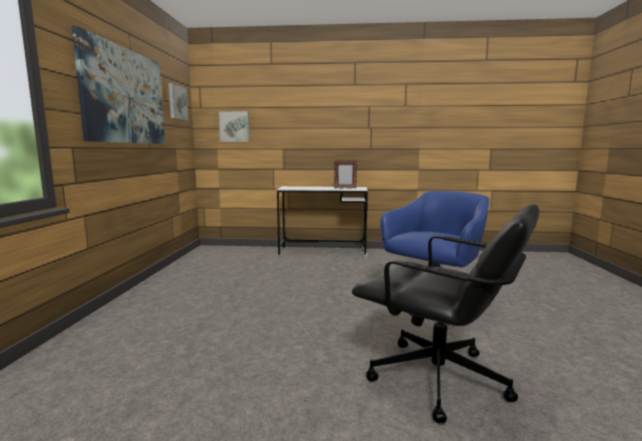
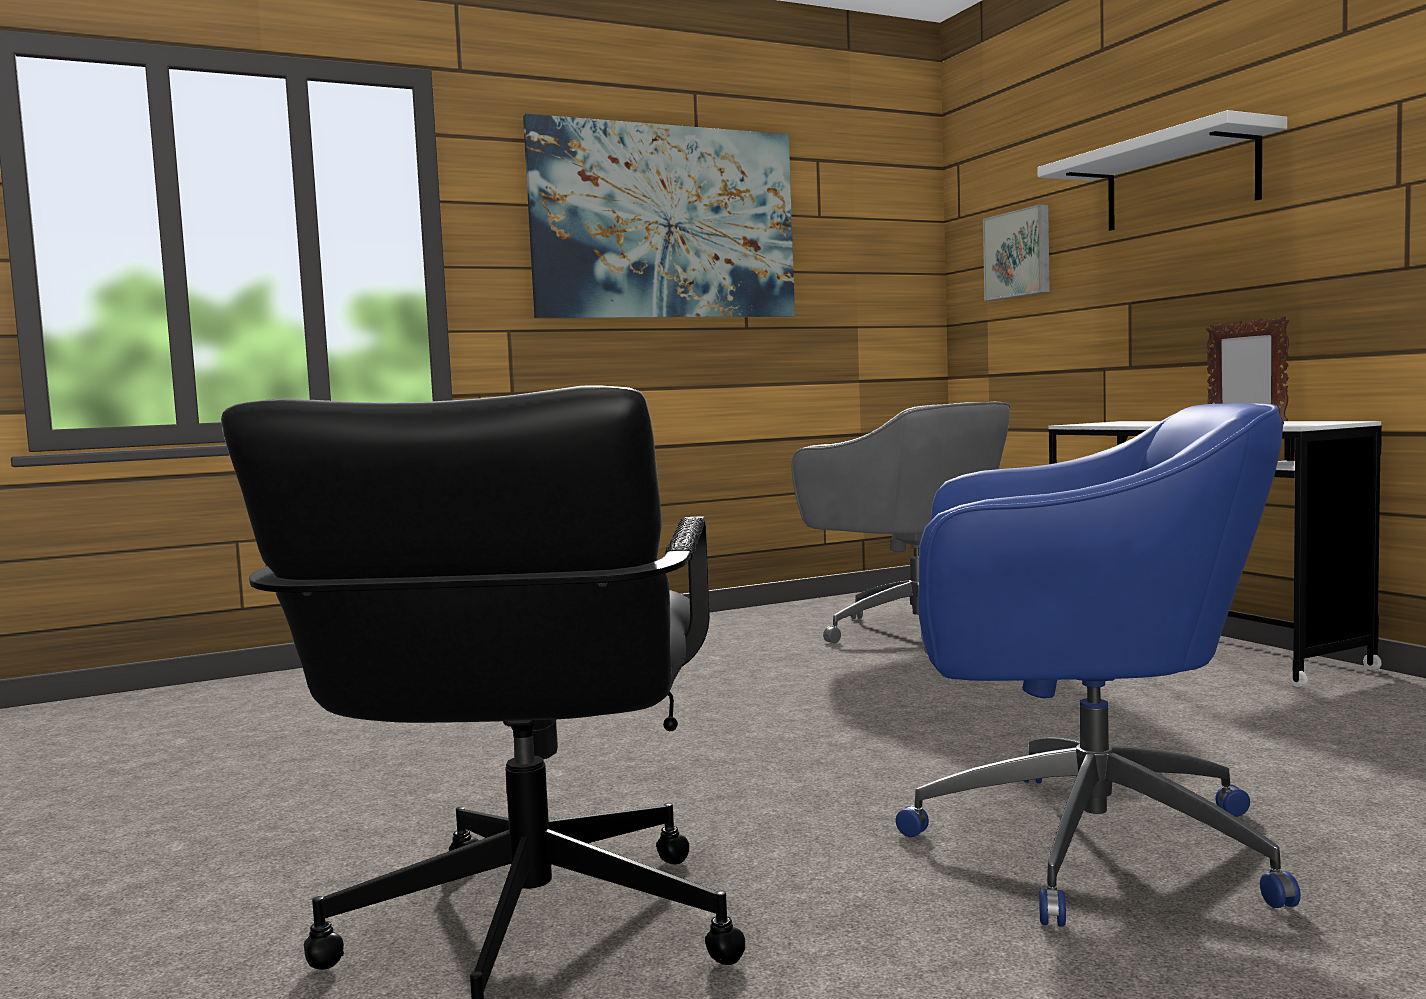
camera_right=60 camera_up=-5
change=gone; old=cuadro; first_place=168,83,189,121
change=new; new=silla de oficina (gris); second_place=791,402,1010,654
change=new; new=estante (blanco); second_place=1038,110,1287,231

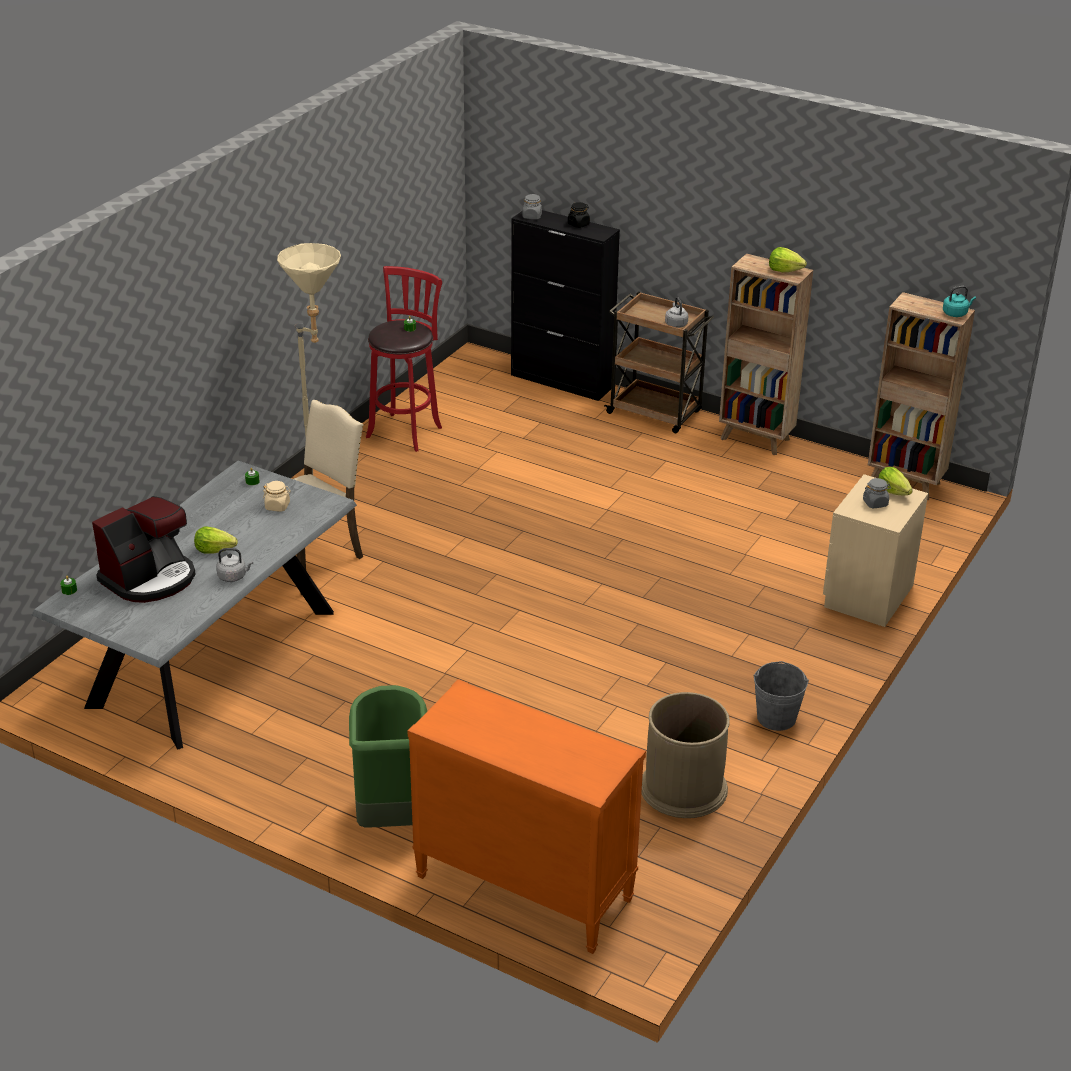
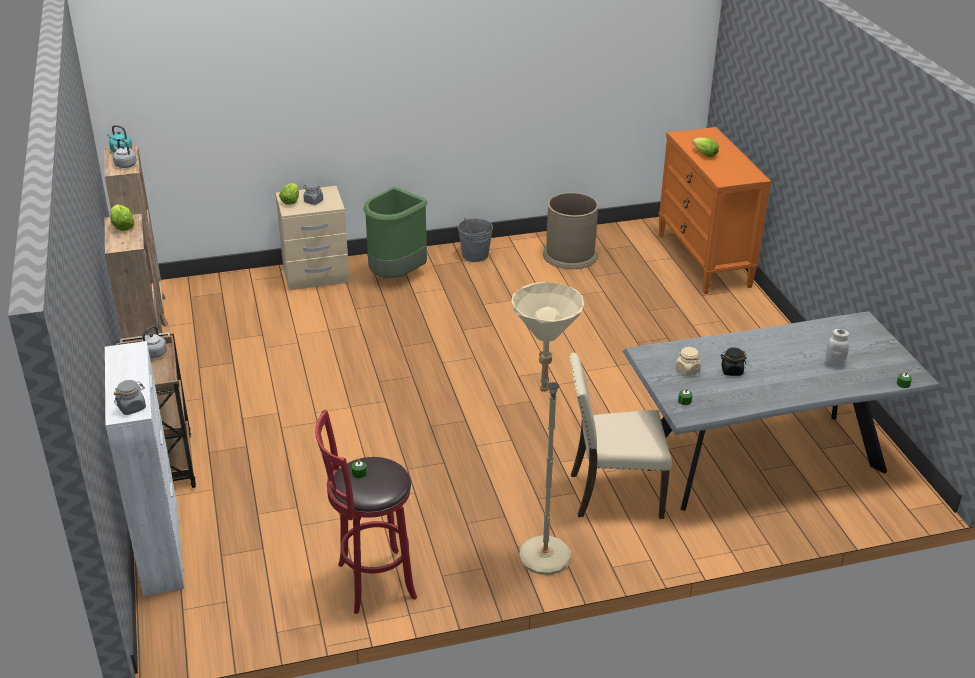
camera_right=-135 camera_up=0
change=swapped; old=cafetera; new=tarro (blanco); first_place=92,496,195,603; second_place=826,329,849,367
change=shifted; old=lechuga; first_place=194,527,238,554; second_place=692,137,719,157
change=shifted; old=hervidor (gris); first_place=216,548,253,582; second_place=113,139,137,168
change=shifted; old=papelera (verde); first_place=349,685,427,828; second_place=363,187,428,278
change=repainted; old=armario (negro); new=armario (blanco); first_place=511,210,620,401; second_place=105,341,184,596
change=shifted; old=tarro (negro); first_place=568,202,590,228; second_place=721,347,747,376

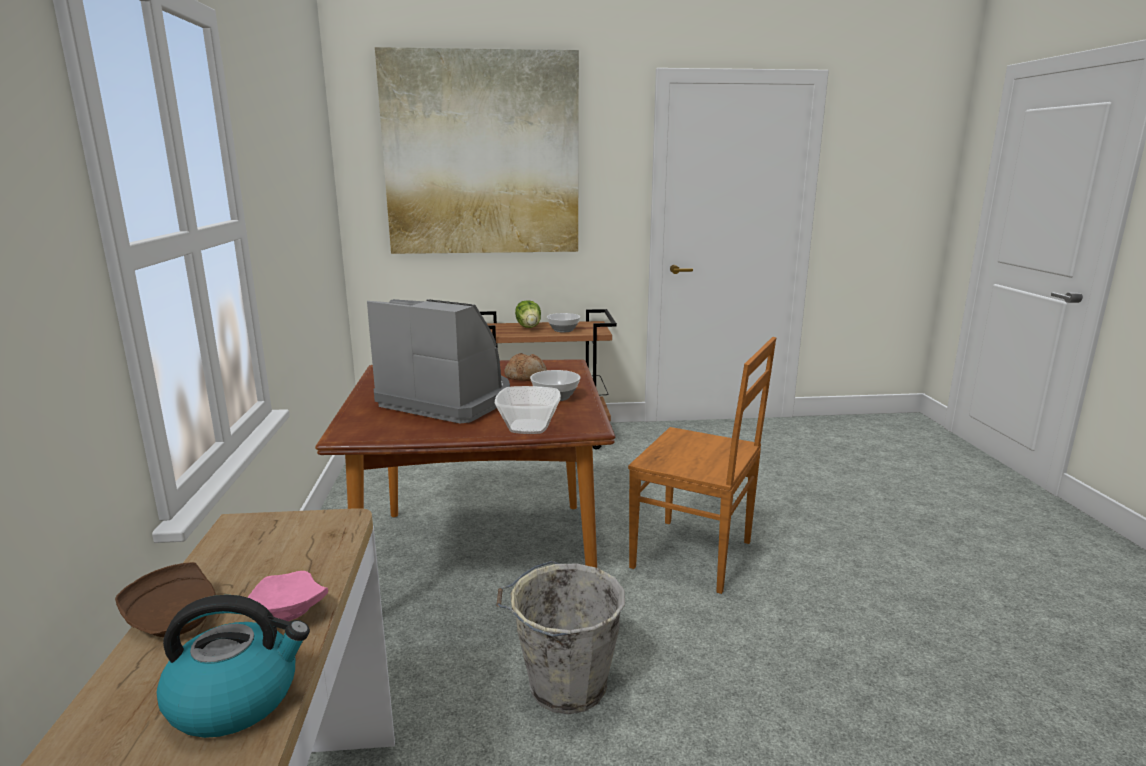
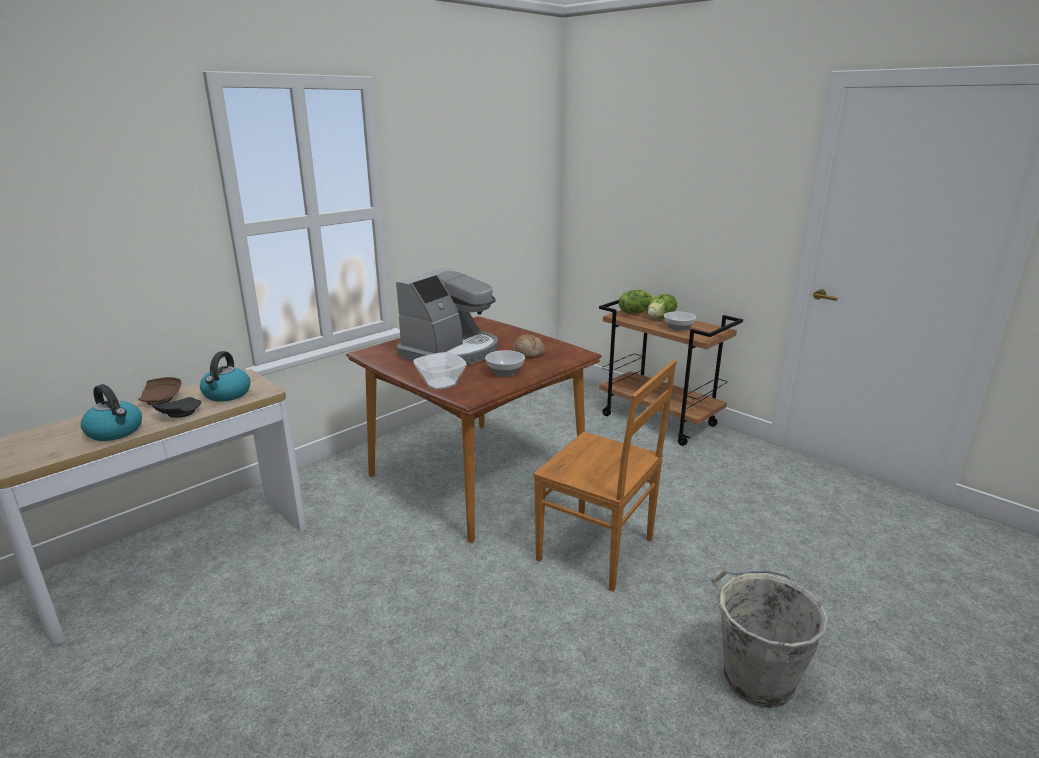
camera_right=50 camera_up=5
change=repainted; old=plato (rosa); new=plato (negro); first_place=247,571,328,621; second_place=151,397,202,418
change=rotated; old=cafetera; first_place=367,299,510,424; second_place=396,267,498,365; degrees=45
change=gone; old=cuadro; first_place=375,47,579,254
change=shifted; old=cubo (gris); first_place=496,561,625,714; second_place=712,571,828,708
change=rotated; old=silla (marrón); first_place=628,337,776,594; second_place=533,360,677,592; degrees=-45
change=new; new=hervidor; second_place=200,351,250,402
change=new; new=lechuga; second_place=619,290,655,314

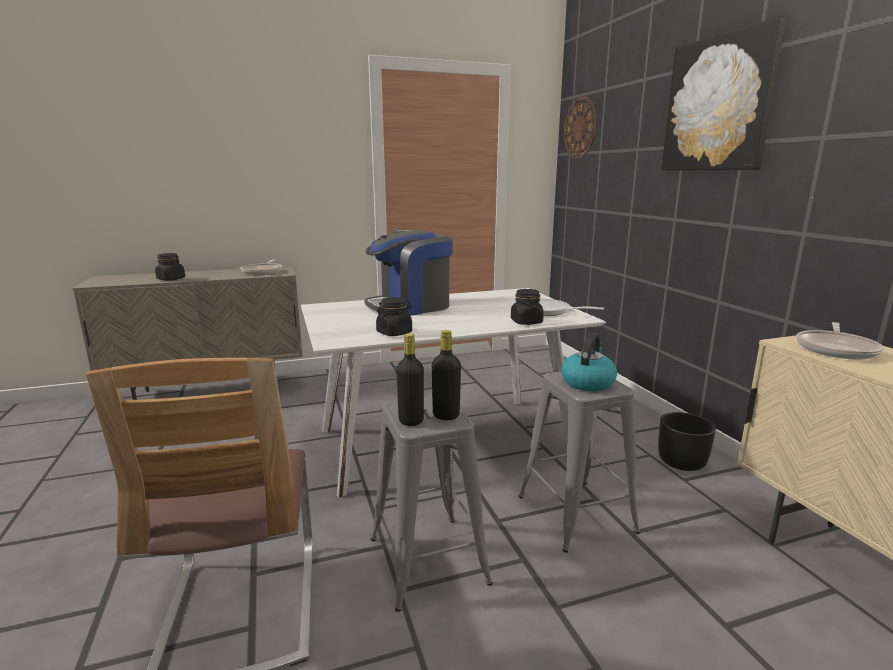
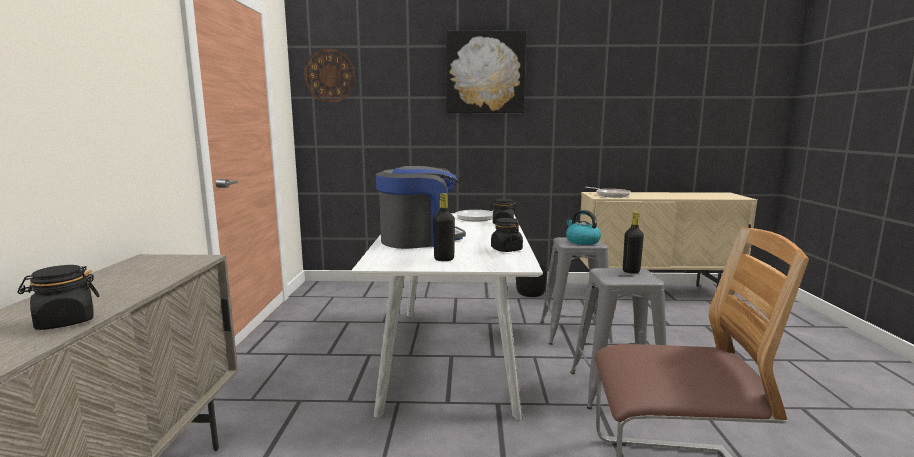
camera_right=-70 camera_up=-5
change=gone; old=sartén; first_place=241,259,282,275
change=rotated; old=cafetera; first_place=364,230,453,316; second_place=376,166,466,249; degrees=-105
change=shifted; old=botella (negro); first_place=396,333,424,426; second_place=433,193,455,261

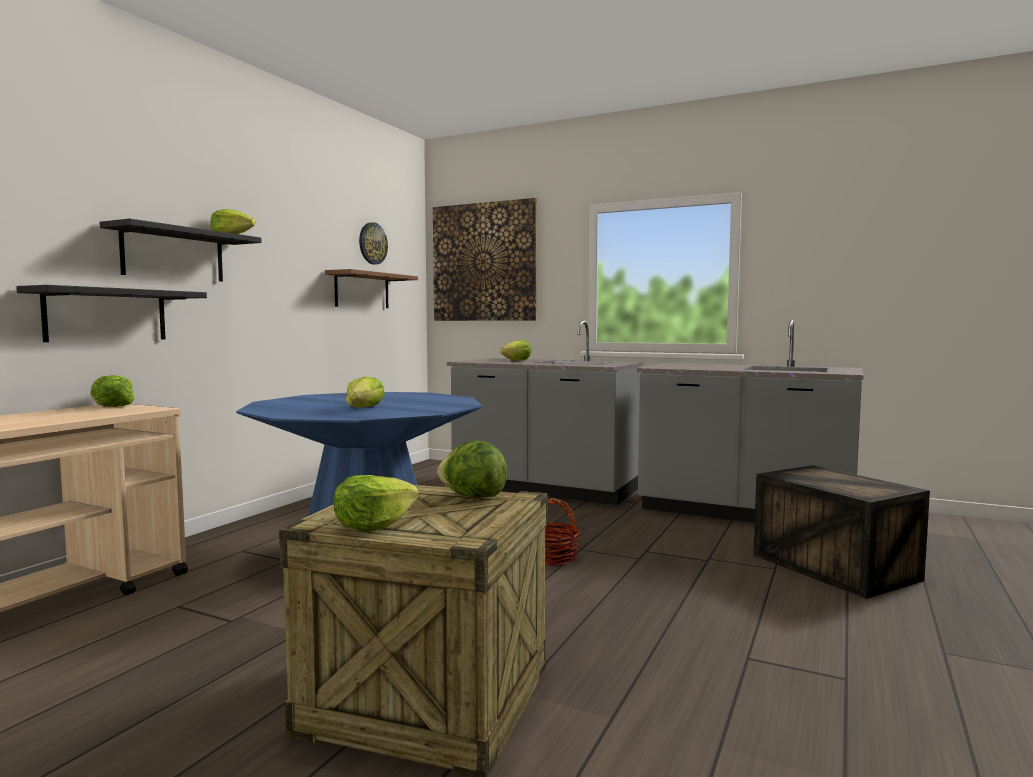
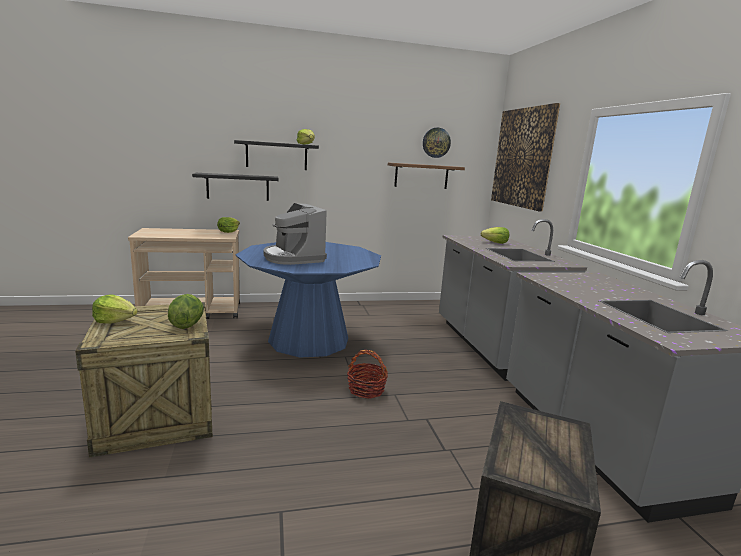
camera_right=50 camera_up=10
change=swapped; old=lechuga; new=cafetera; first_place=346,377,385,408; second_place=263,203,327,265

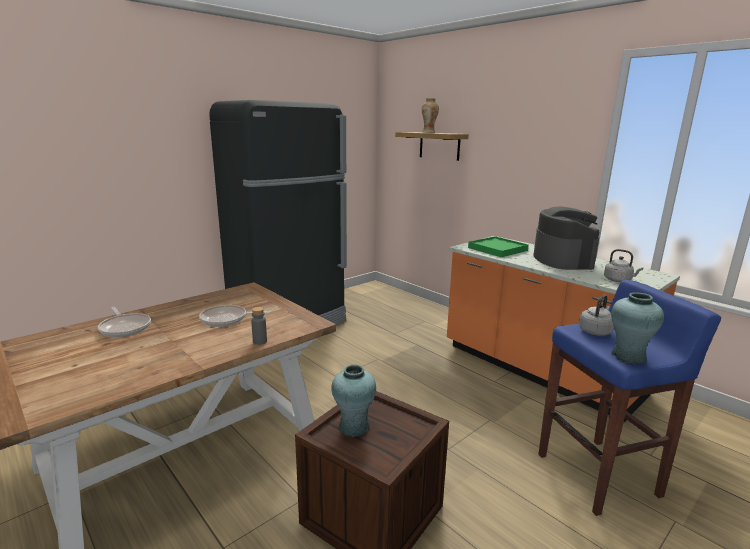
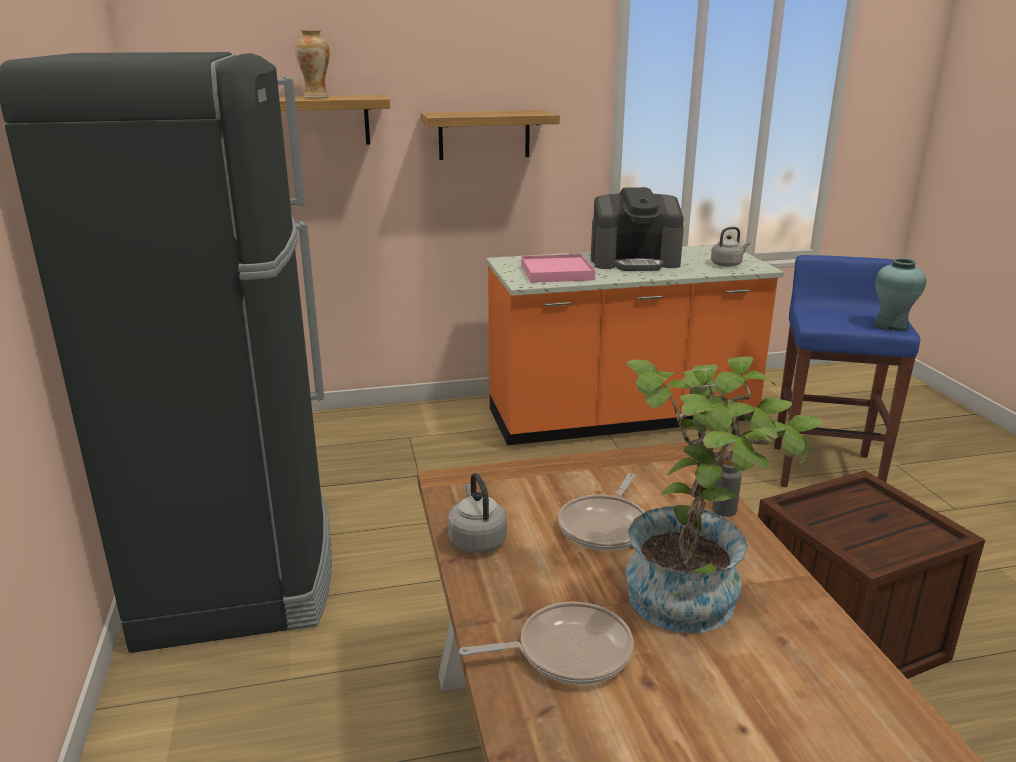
camera_right=-60 camera_up=5
change=gone; old=florero (turquesa); first_place=331,364,376,437
change=repainted; old=bandeja (verde); new=bandeja (rosa); first_place=468,236,529,257; second_place=521,254,596,283
change=rotated; old=cafetera; first_place=533,206,599,270; second_place=591,187,684,271; degrees=150
change=shifted; old=hervidor (gris); first_place=579,295,614,336; second_place=447,473,507,553
change=new; new=estante; second_place=421,110,560,160
change=new; new=planta en maceta; second_place=625,356,823,633

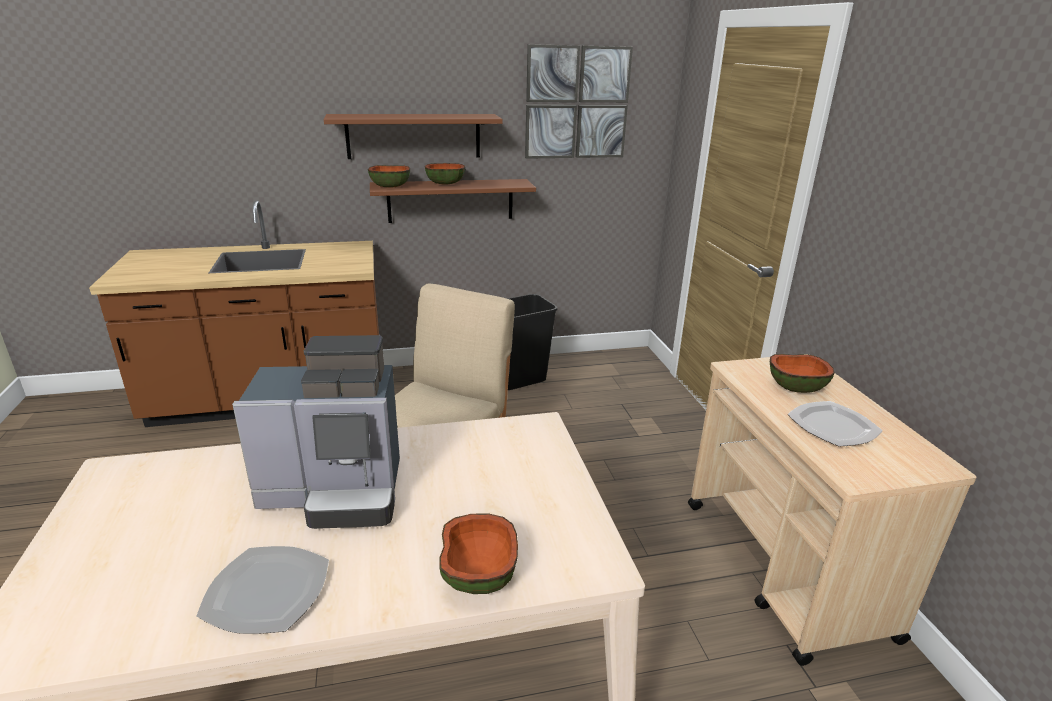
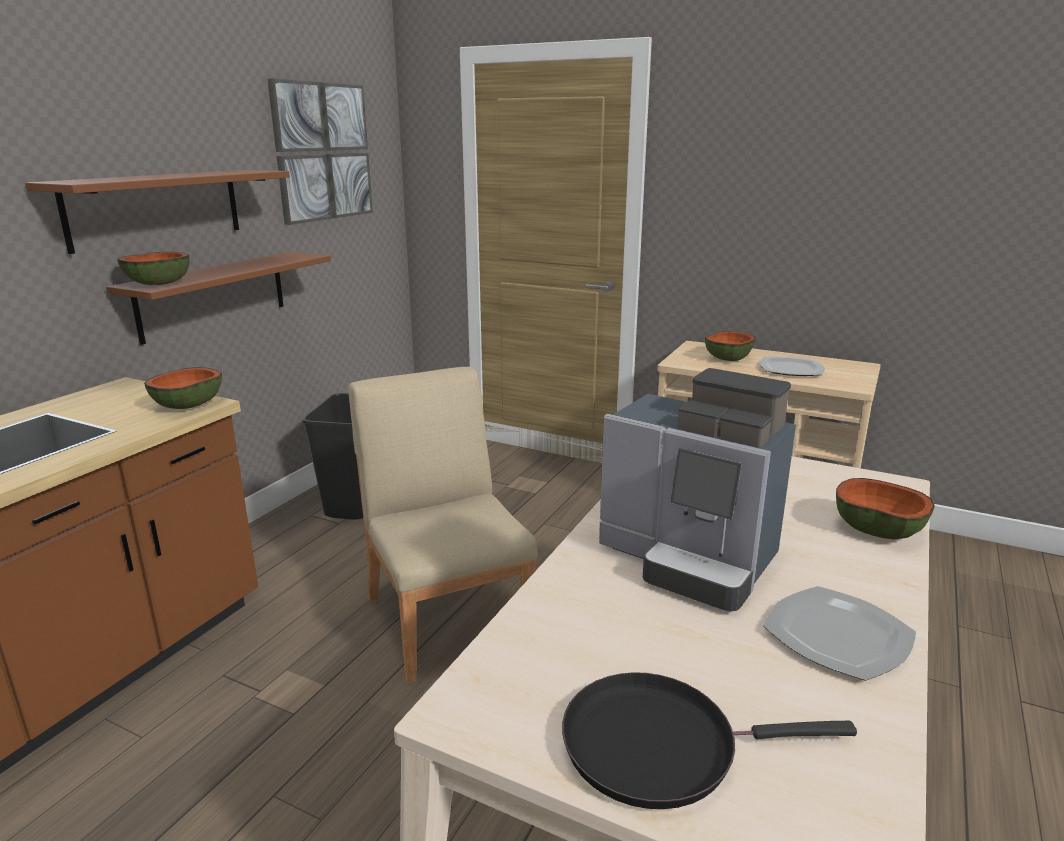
camera_right=-50 camera_up=-5
change=rotated; old=cafetera; first_place=232,335,400,529; second_place=599,368,796,612; degrees=90
change=shifted; old=cuenco; first_place=425,163,465,185; second_place=144,367,222,409
change=new; new=sartén (negro); second_place=562,672,857,809

